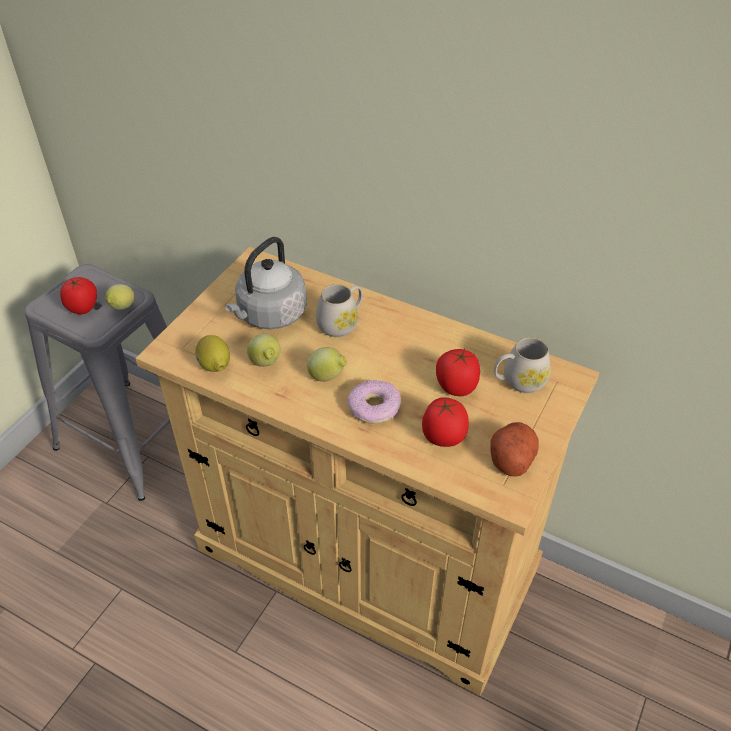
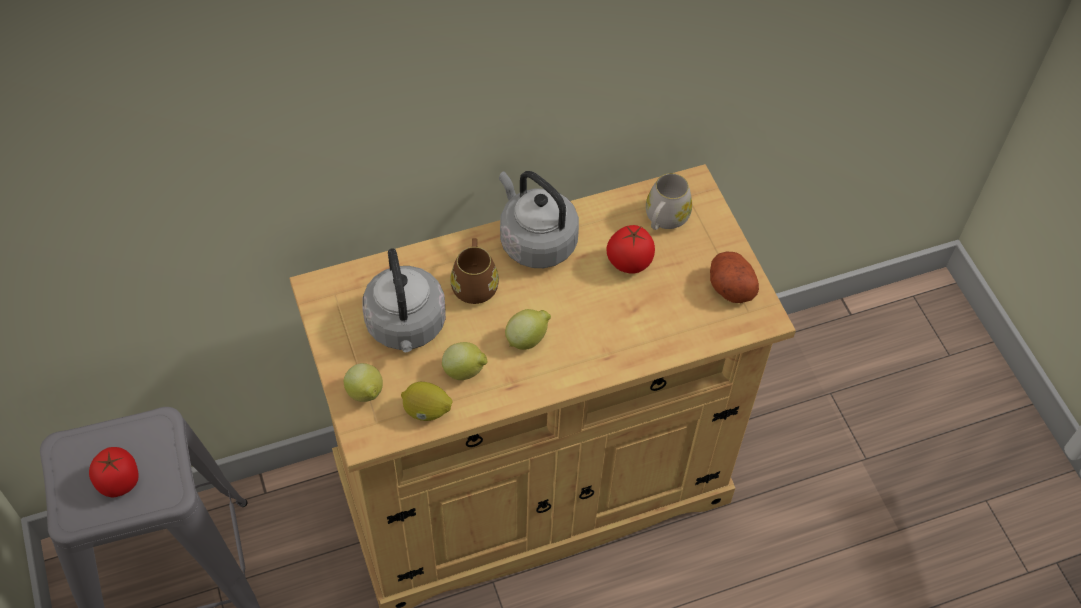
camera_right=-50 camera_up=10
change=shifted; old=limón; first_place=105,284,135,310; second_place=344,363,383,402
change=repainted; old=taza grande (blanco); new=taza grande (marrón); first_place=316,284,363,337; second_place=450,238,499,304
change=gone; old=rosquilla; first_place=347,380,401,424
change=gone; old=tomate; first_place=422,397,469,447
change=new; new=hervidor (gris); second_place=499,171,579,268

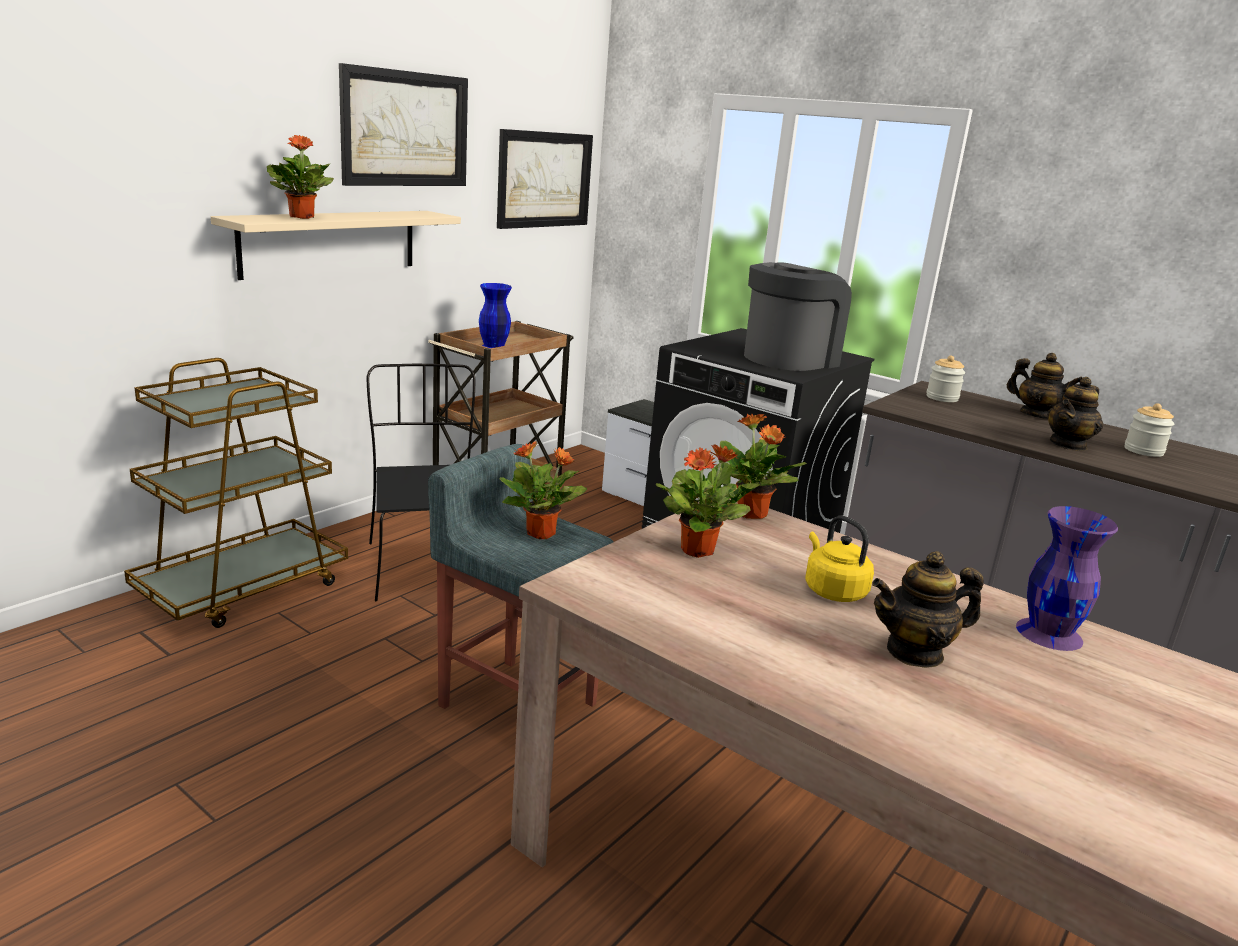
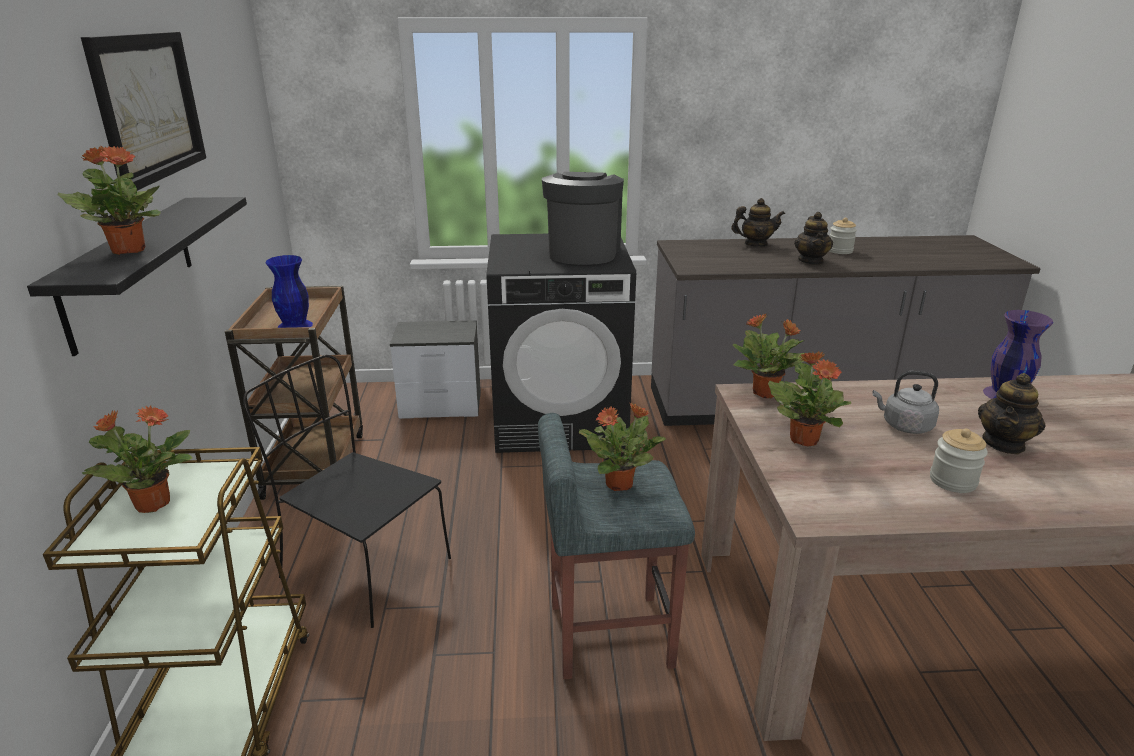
camera_right=-40 camera_up=5
change=repainted; old=estante (beis); new=estante (negro); first_place=211,211,461,280; second_place=27,197,247,356
change=gone; old=cuadro; first_place=497,129,593,229
change=repainted; old=hervidor (amarillo); new=hervidor (gris); first_place=805,515,874,602; second_place=872,371,939,434
change=shifted; old=tarro; first_place=926,356,965,402; second_place=930,429,988,493
change=new; new=planta en maceta; second_place=82,405,193,513

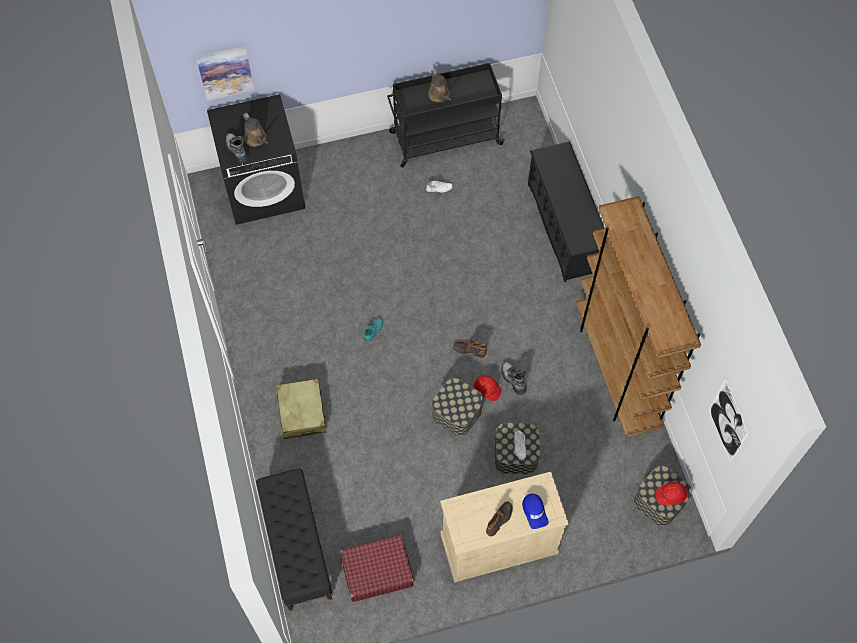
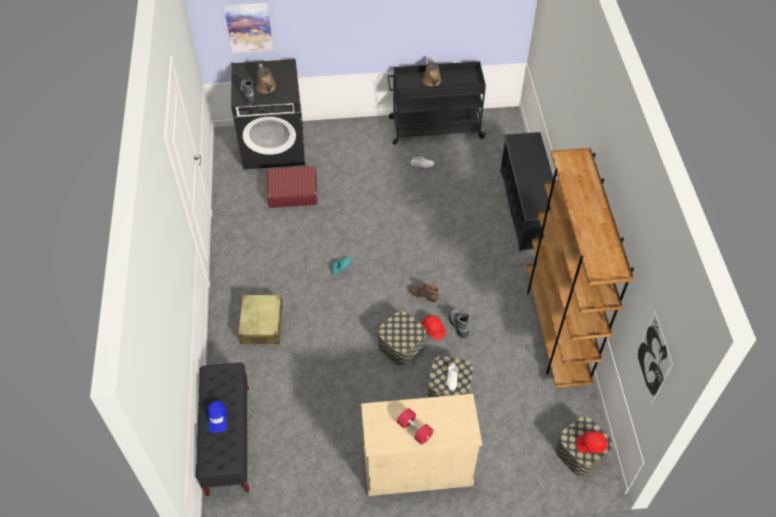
camera_right=10 camera_up=-10
change=shifted; old=maleta (rojo); first_place=340,535,414,602; second_place=267,166,318,208
change=swapped; old=bota; new=mancuerna (rojo); first_place=486,501,513,536; second_place=397,408,434,444
change=shifted; old=gorra (azul); first_place=522,493,549,529; second_place=207,400,227,433

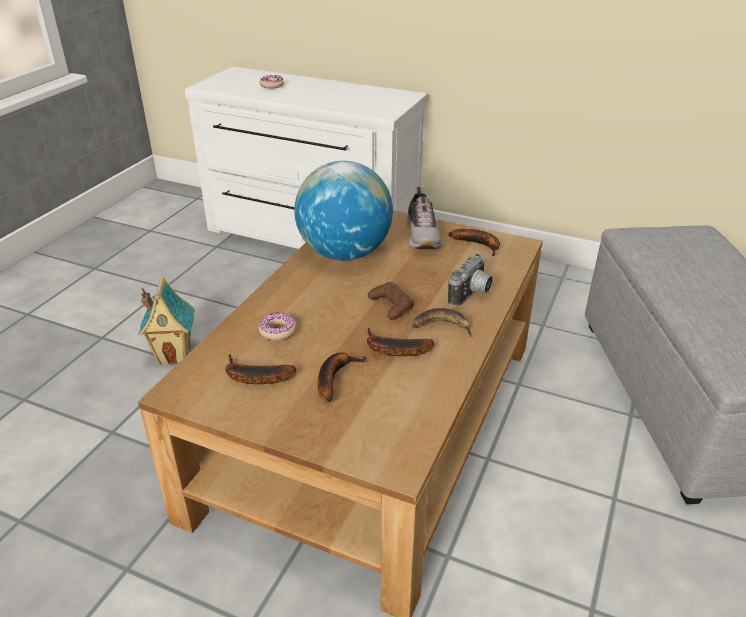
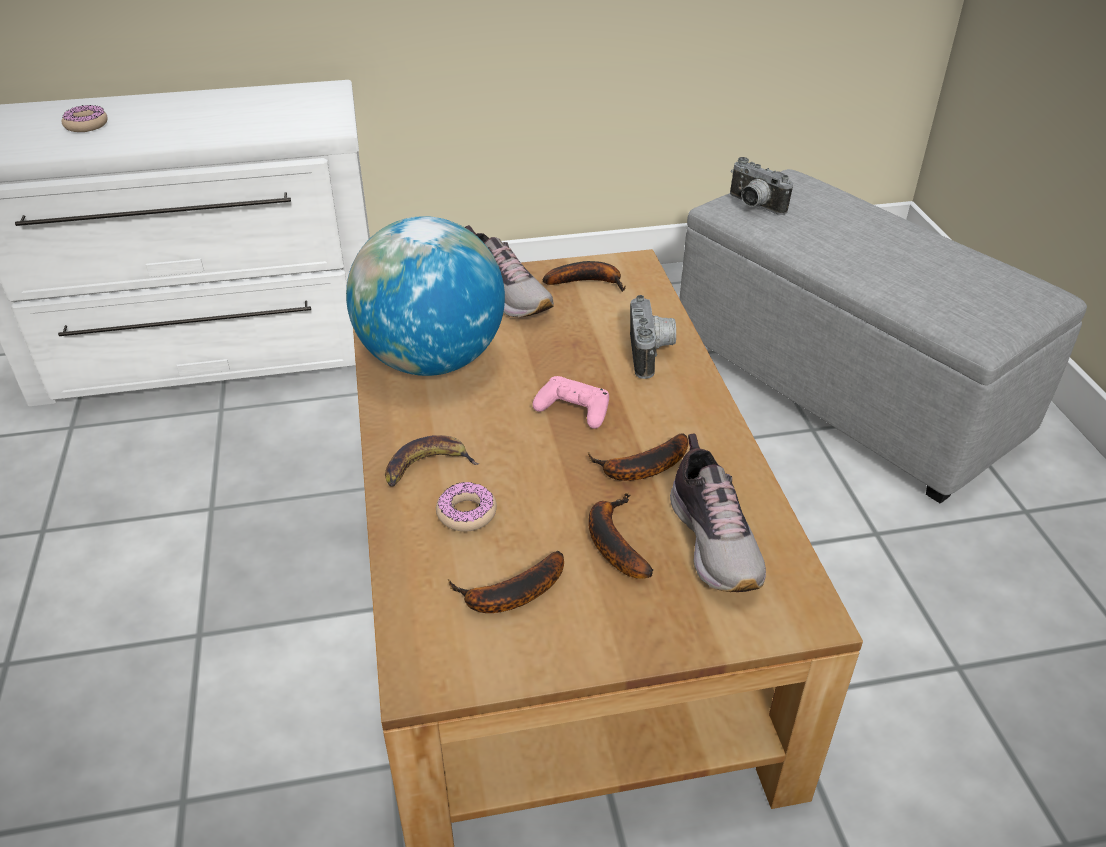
camera_right=-35 camera_up=5
change=gone; old=casita; first_place=139,277,195,365
change=repainted; old=mando de consola (marrón); new=mando de consola (rosa); first_place=368,282,414,320; second_place=532,376,609,429
change=shifted; old=plátano; first_place=412,308,473,337; second_place=385,435,479,486
change=new; new=zapato; second_place=670,433,766,592
change=new; new=cámara; second_place=730,157,793,215

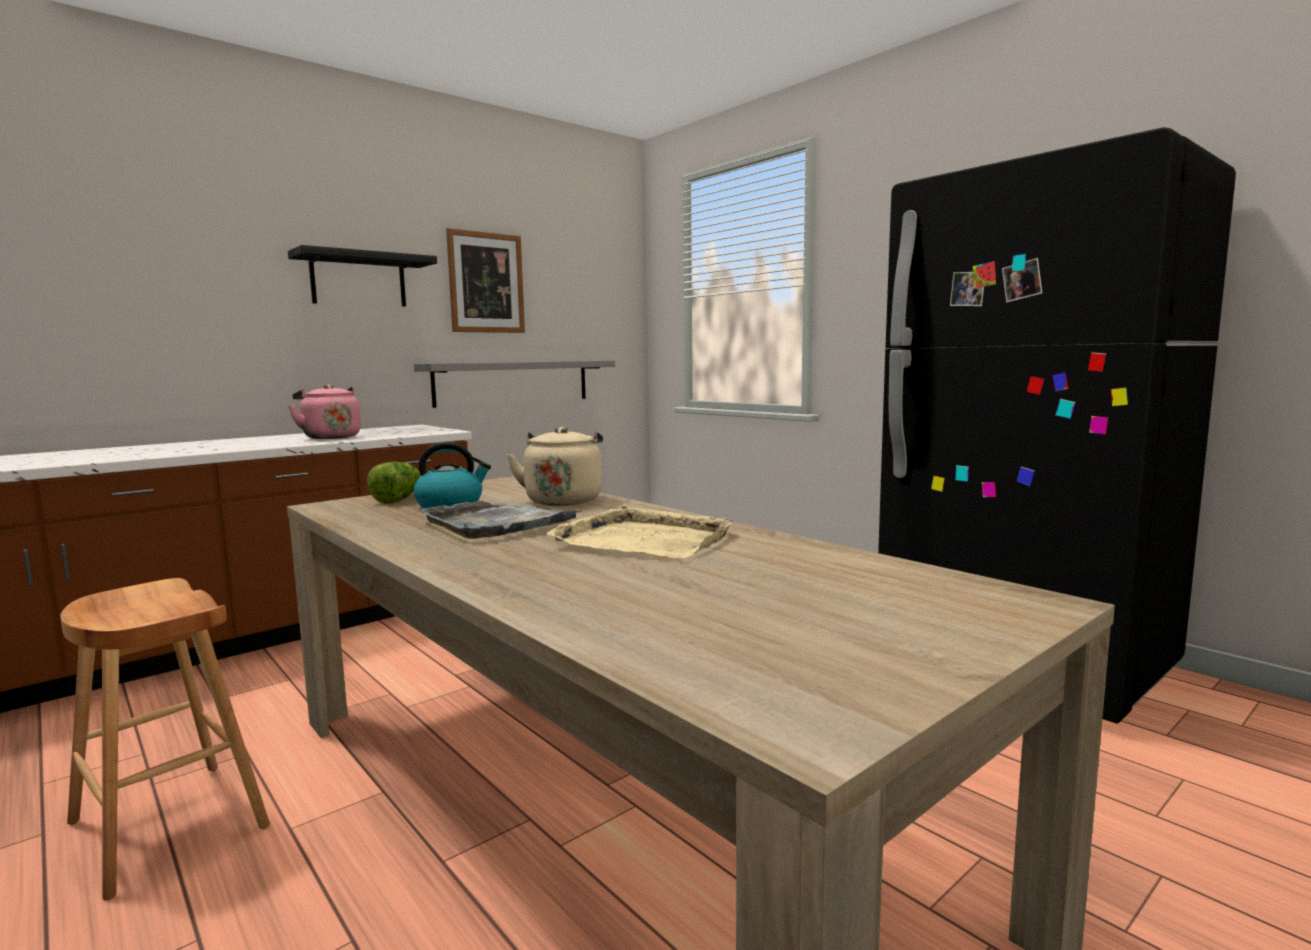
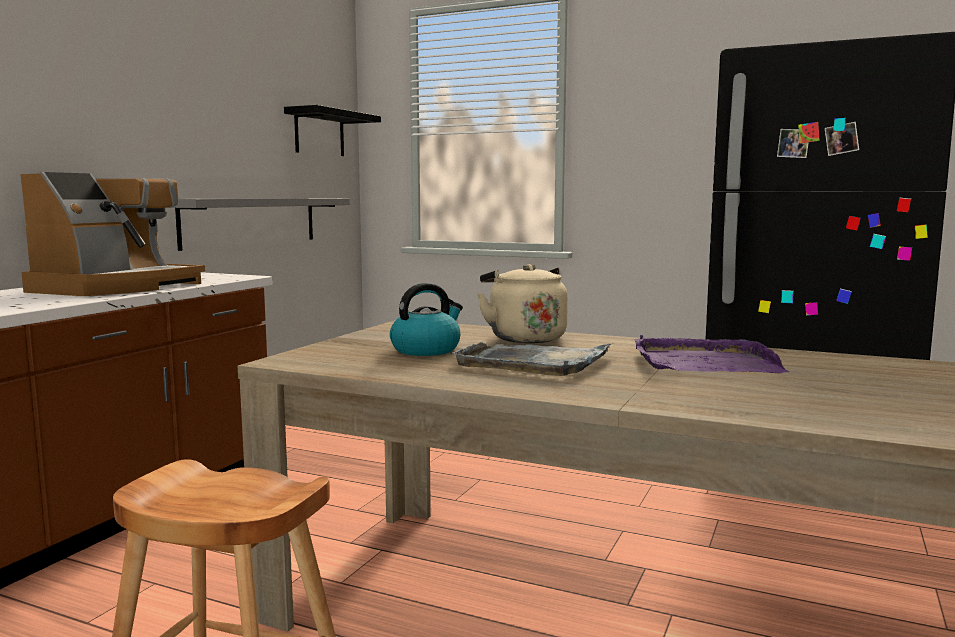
camera_right=-25 camera_up=0
change=shifted; old=estante (negro); first_place=288,245,437,307; second_place=284,105,381,156
change=swapped; old=hervidor (rosa); new=cafetera; first_place=288,384,361,439; second_place=20,172,205,296
change=gone; old=lechuga; first_place=366,462,421,504
change=gone; old=cuadro; first_place=446,228,525,333
change=repainted; old=bandeja (beis); new=bandeja (morado); first_place=547,505,734,558; second_place=634,335,789,373

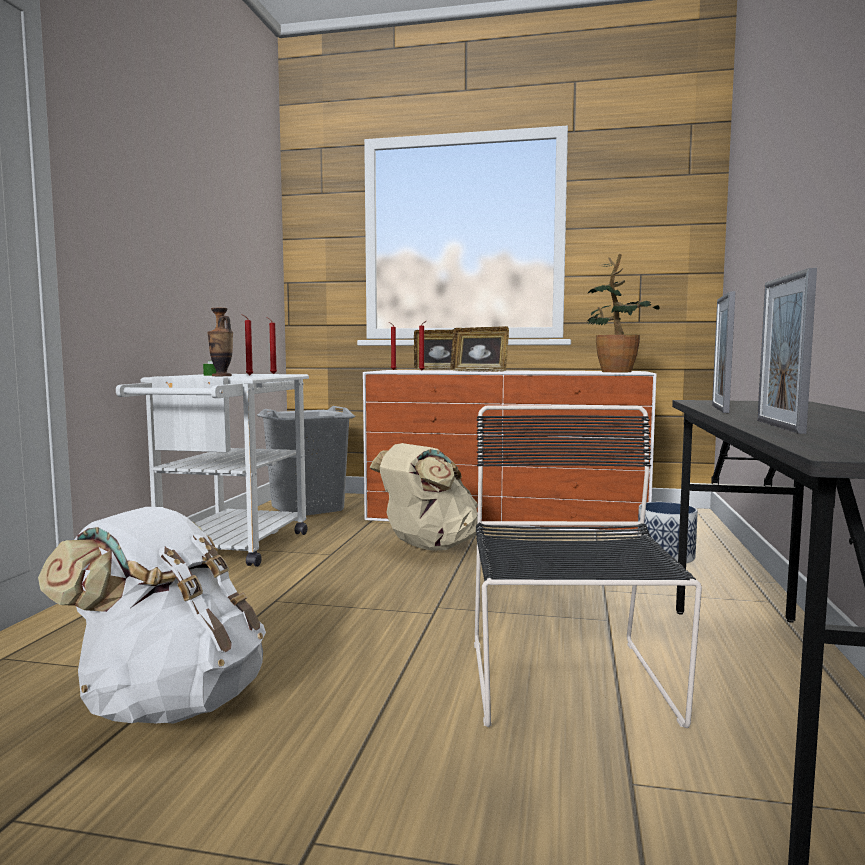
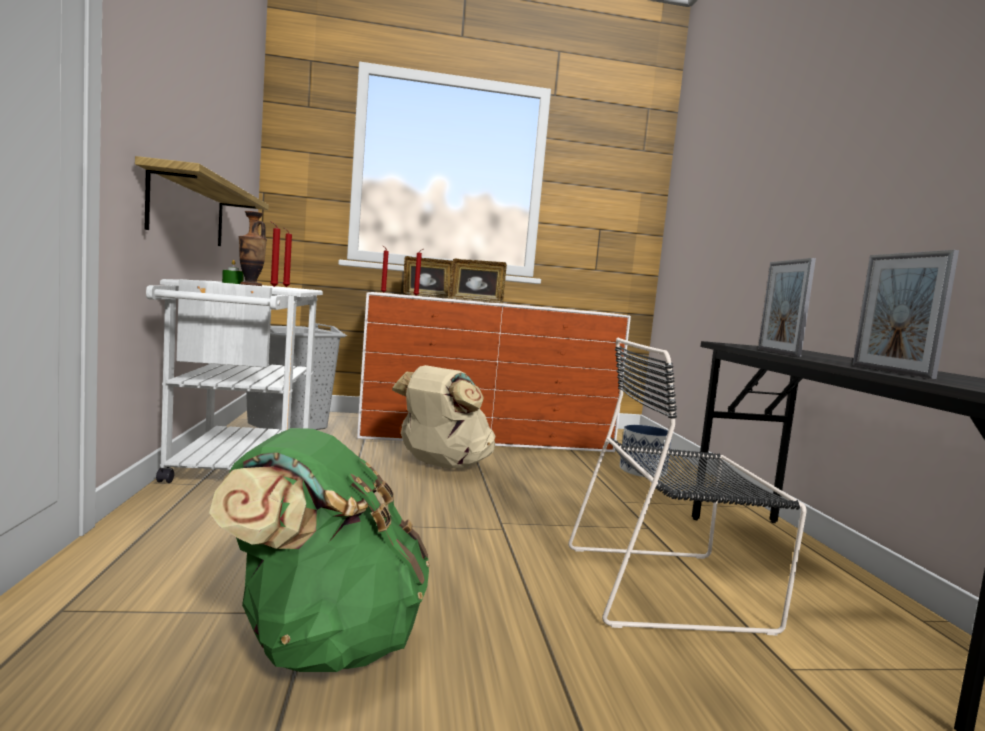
camera_right=-20 camera_up=0
change=repainted; old=mochila (blanco); new=mochila (verde); first_place=38,507,266,724; second_place=209,428,430,672
change=rotated; old=silla (negro); first_place=474,405,702,728; second_place=568,338,807,636; degrees=-75
change=gone; old=planta en maceta; first_place=586,254,659,372
change=new; new=estante; second_place=135,156,269,246

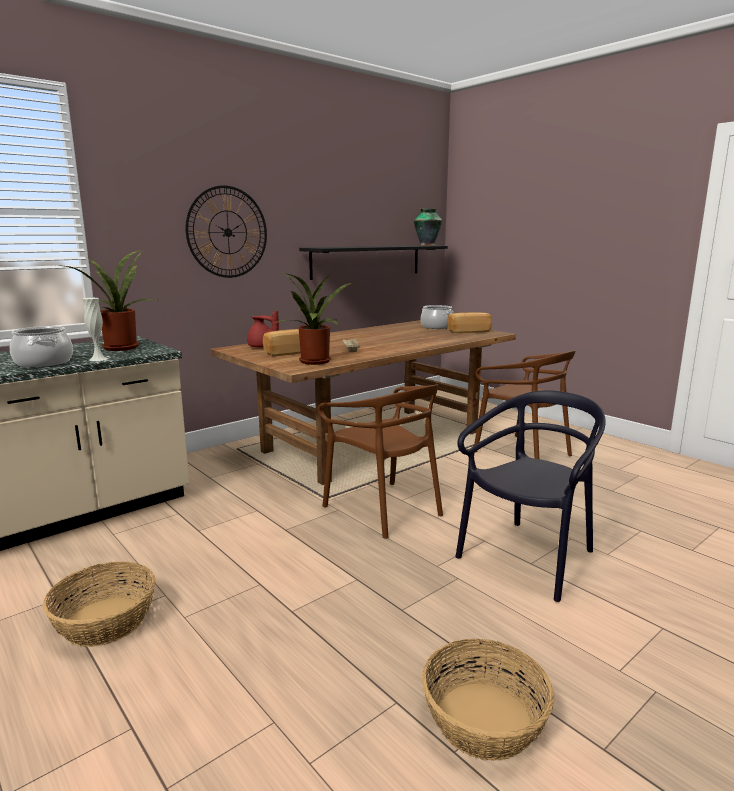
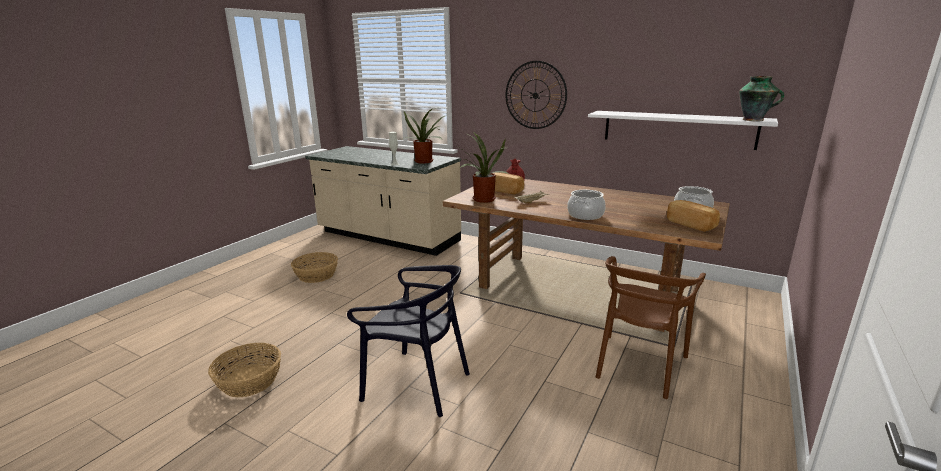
camera_right=70 camera_up=5
change=shifted; old=olla; first_place=10,326,73,368; second_place=567,190,606,220
change=repainted; old=estante (negro); new=estante (blanco); first_place=299,245,448,280; second_place=588,111,778,150
change=gone; old=silla (marrón); first_place=317,384,443,539

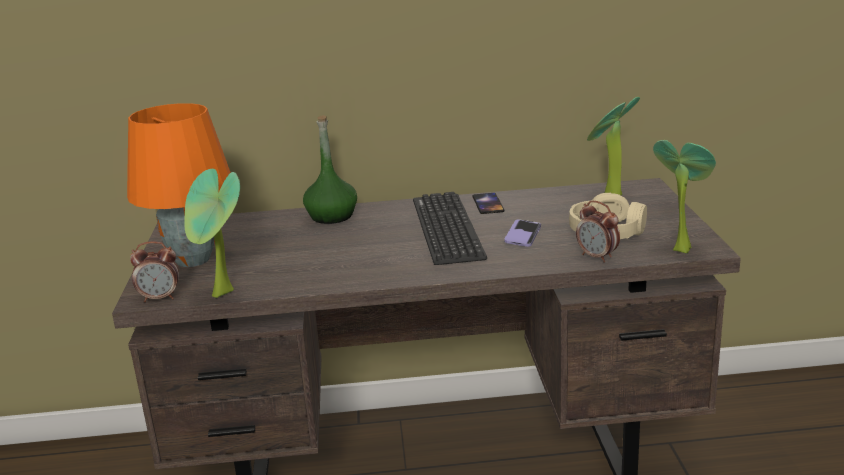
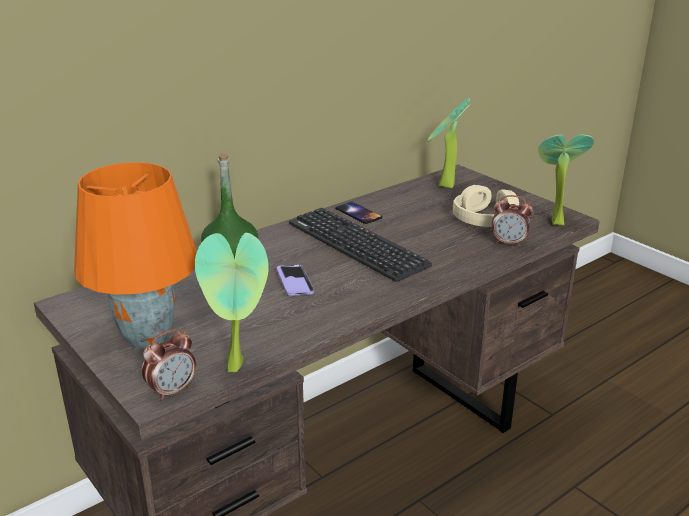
camera_right=-35 camera_up=5
change=shifted; old=móvil; first_place=504,219,541,247; second_place=276,265,314,296

